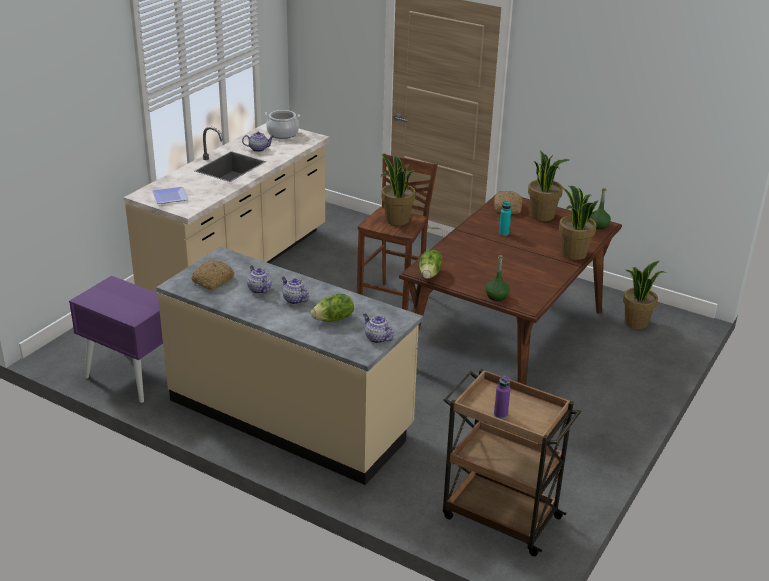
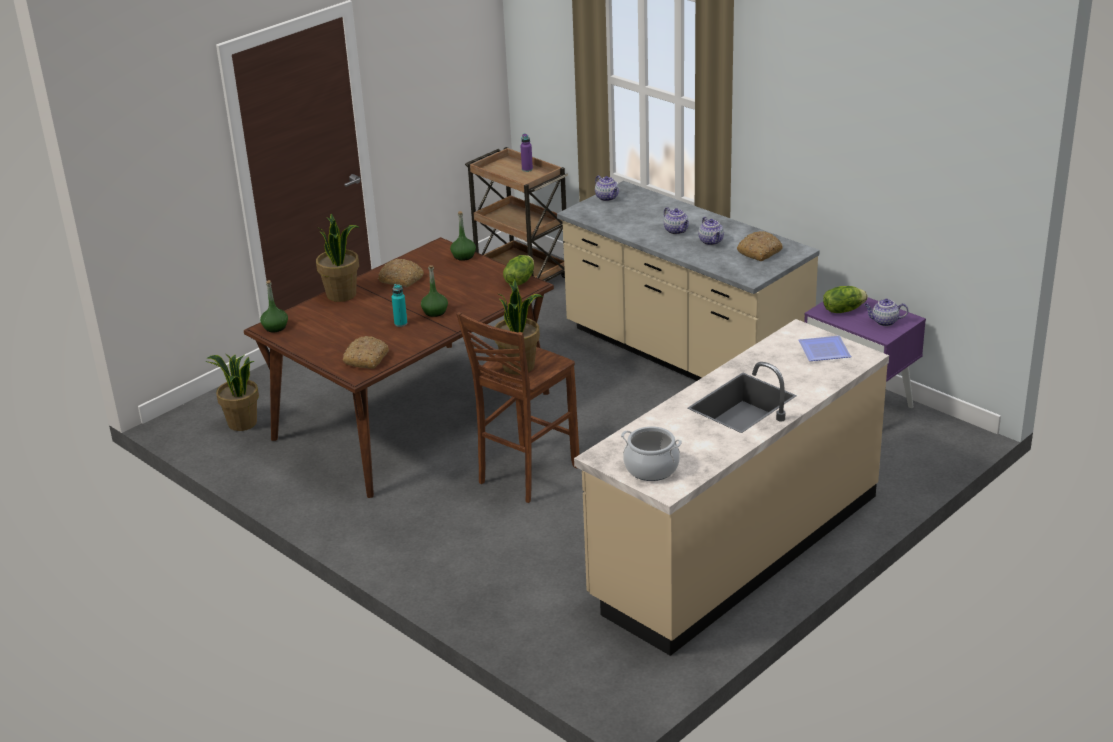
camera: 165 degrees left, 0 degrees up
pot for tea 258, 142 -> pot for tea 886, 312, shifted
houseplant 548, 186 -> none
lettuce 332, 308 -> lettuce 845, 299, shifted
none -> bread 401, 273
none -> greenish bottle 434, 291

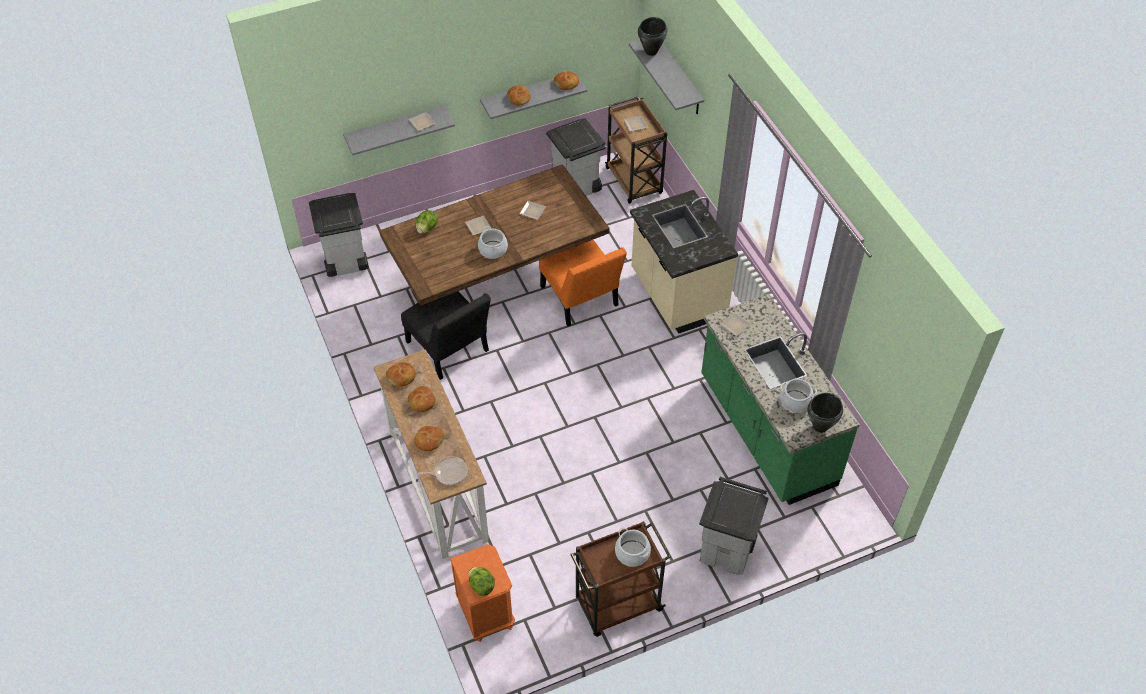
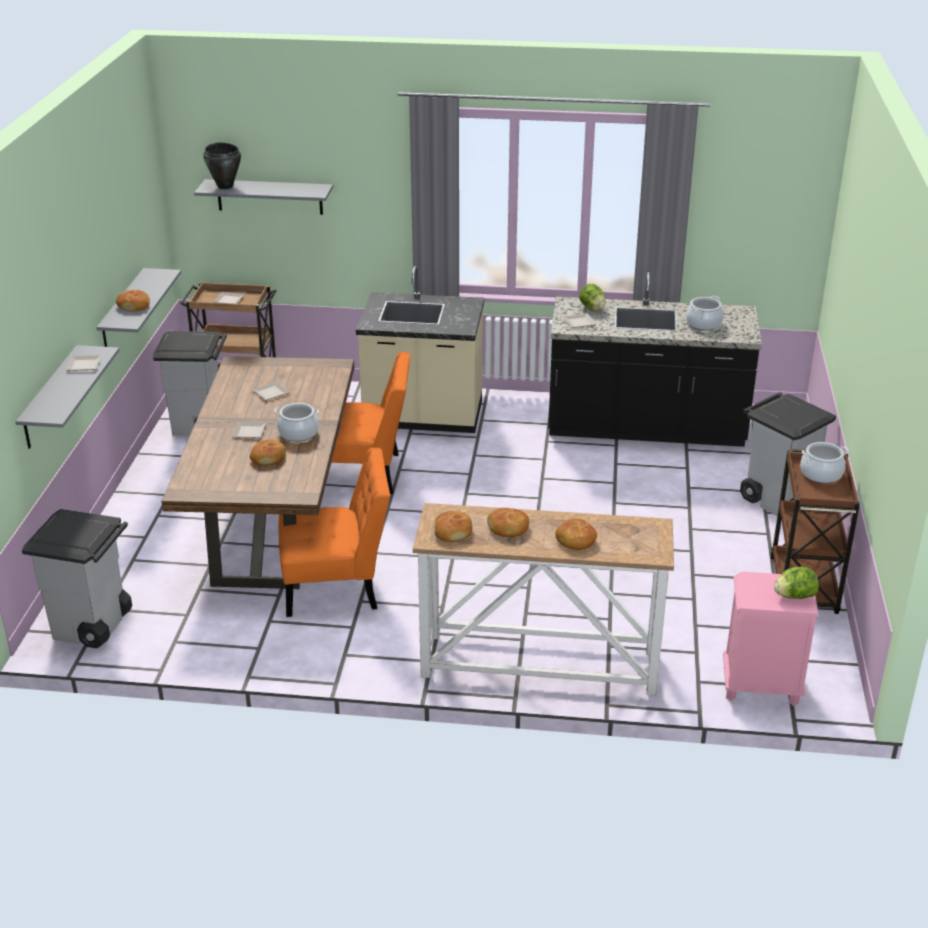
camera: 60 degrees left, 20 degrees down
bread 566, 81 -> bread 268, 452, shifted
lettuce 427, 222 -> lettuce 592, 297, shifted
blackish upright chair 446, 336 -> orange upright chair 334, 532
greenish kitchen base unit 780, 399 -> blackish kitchen base unit 655, 359
blackish cooking pot 825, 413 -> none
frying pan 442, 470 -> none
orange night table 482, 593 -> pink night table 771, 639

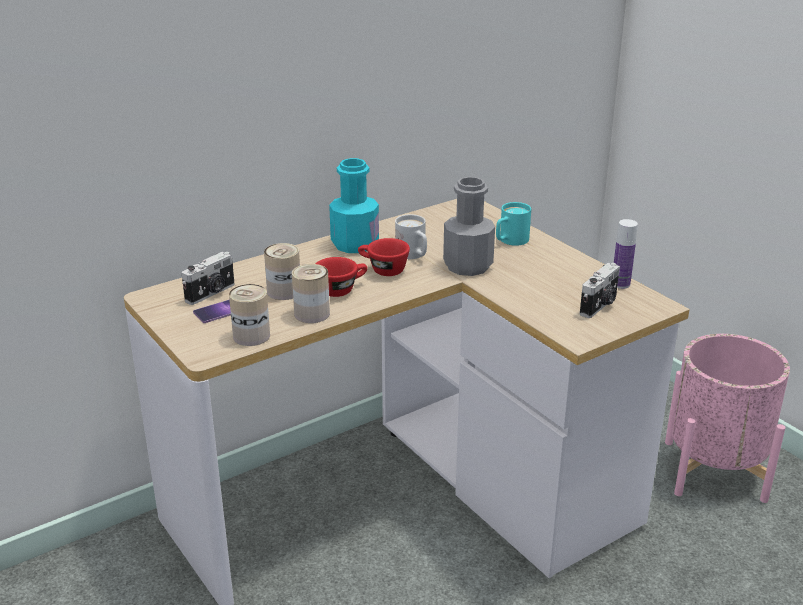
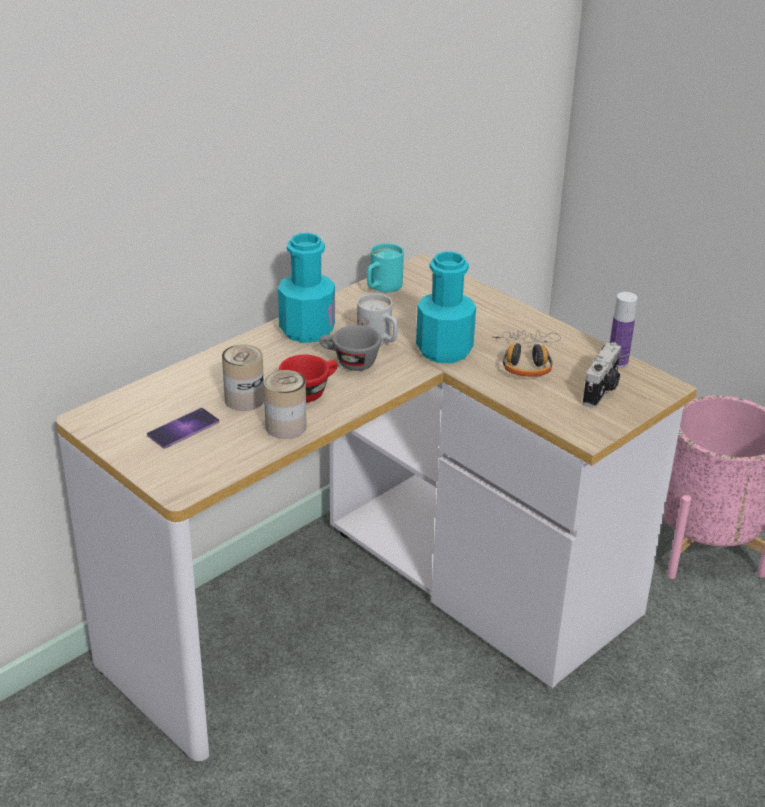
camera: 10 degrees left, 5 degrees up
greyish bottle 469, 226 -> turquoise-coloured bottle 446, 307
turquoise-coloured tea mug 513, 224 -> turquoise-coloured tea mug 385, 268, shifted
red small cup 384, 257 -> greyish small cup 350, 348
still camera 207, 278 -> none
sealed can 249, 315 -> none
none -> headset 526, 353

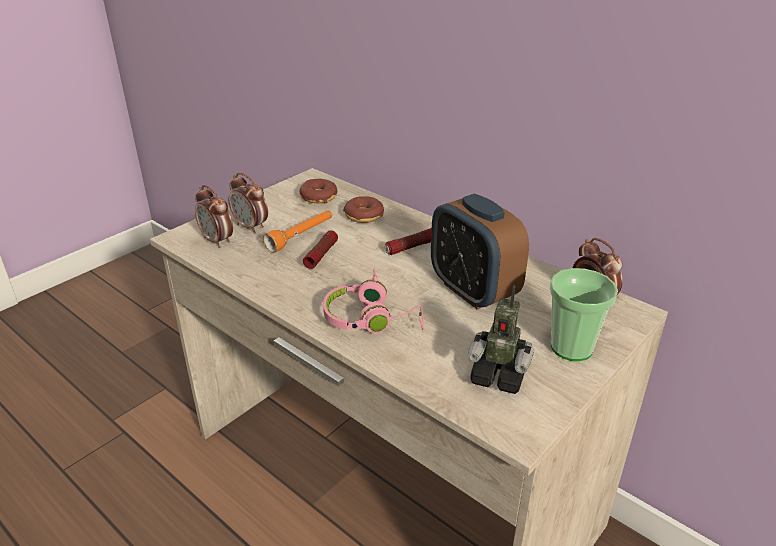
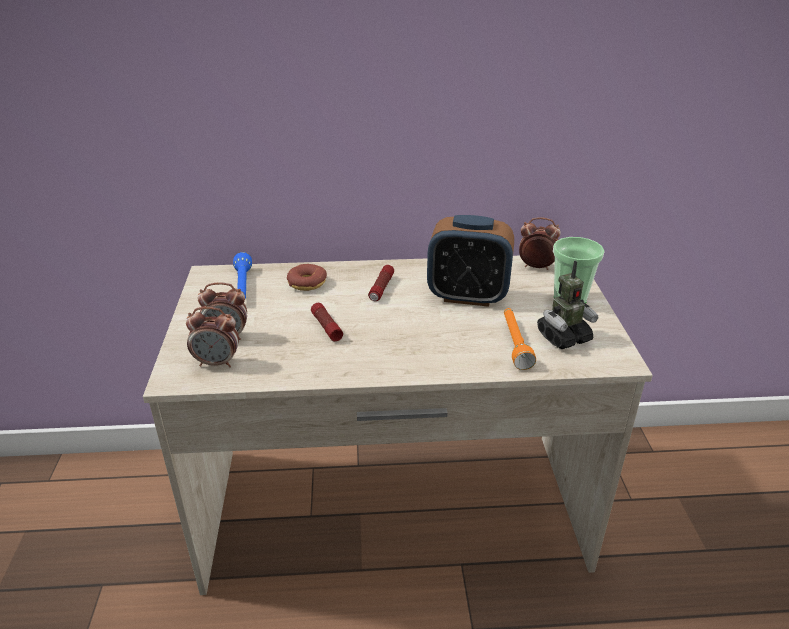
camera: 45 degrees left, 0 degrees up
doughnut 318, 191 -> bluish hand torch 242, 275
orange hand torch 297, 232 -> orange hand torch 520, 339, shifted
pink headset 373, 300 -> none

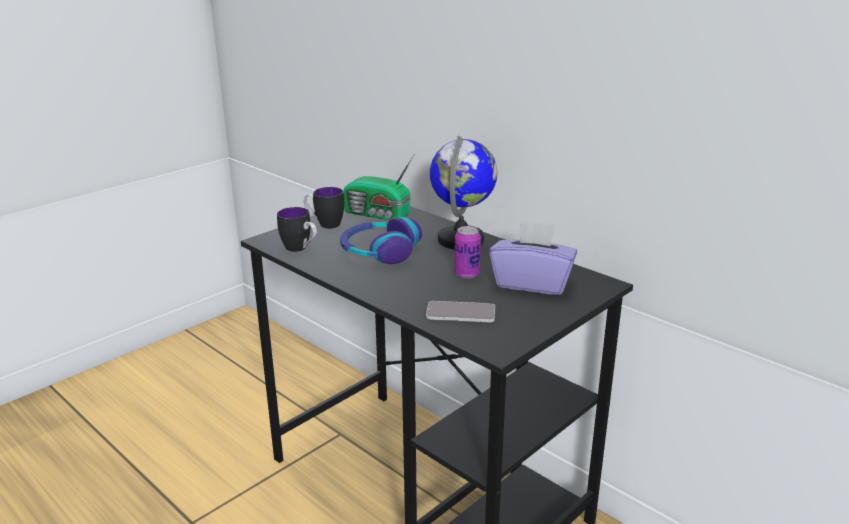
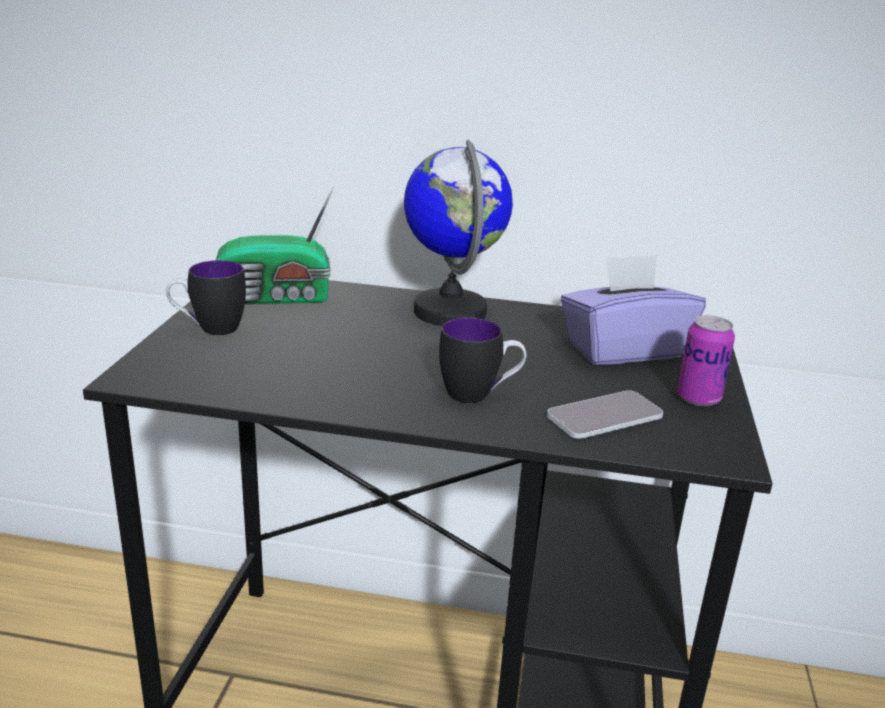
camera: 35 degrees left, 0 degrees up
tea mug 297, 229 -> tea mug 482, 360, shifted
headset 381, 240 -> none
sealed can 467, 252 -> sealed can 706, 361, shifted

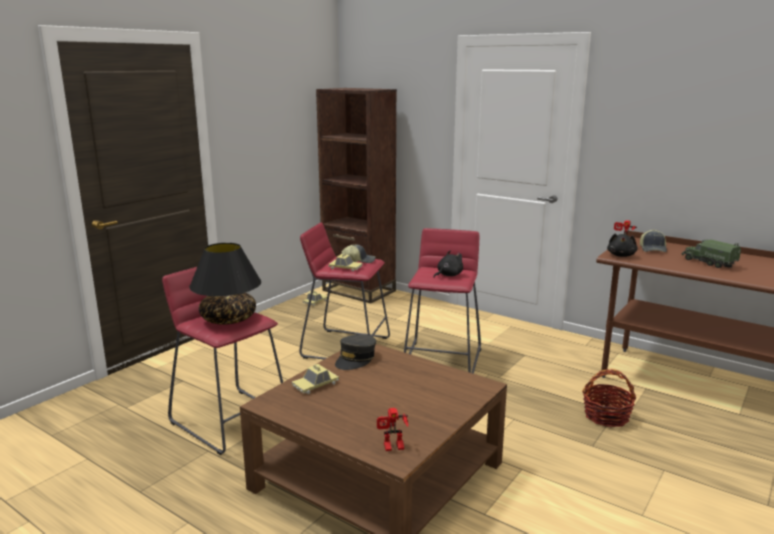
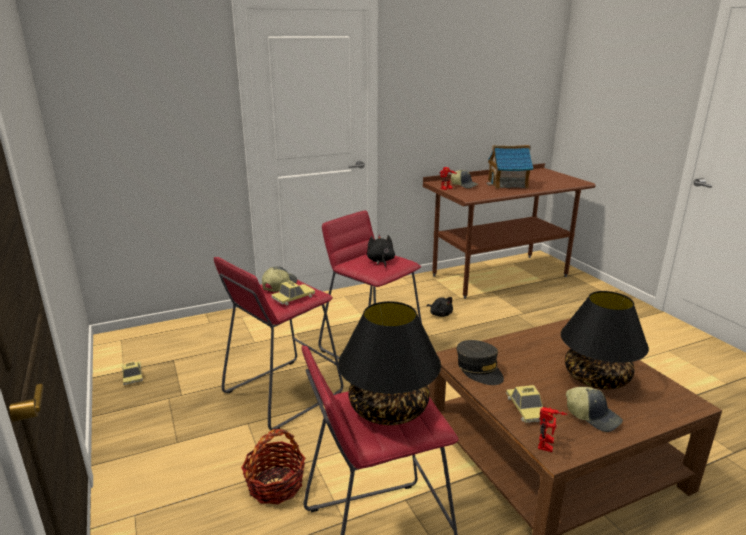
camera: 60 degrees left, 5 degrees up
brown-coloured bookshelf 356, 195 -> none
blackish plush toy 622, 245 -> blackish plush toy 440, 307, shifted
toy truck 711, 253 -> miniature house 509, 167
basket 609, 398 -> basket 273, 466, shifted
model robot 392, 429 -> model robot 552, 429, shifted
none -> blackish table lamp 605, 340
none -> cap 594, 409

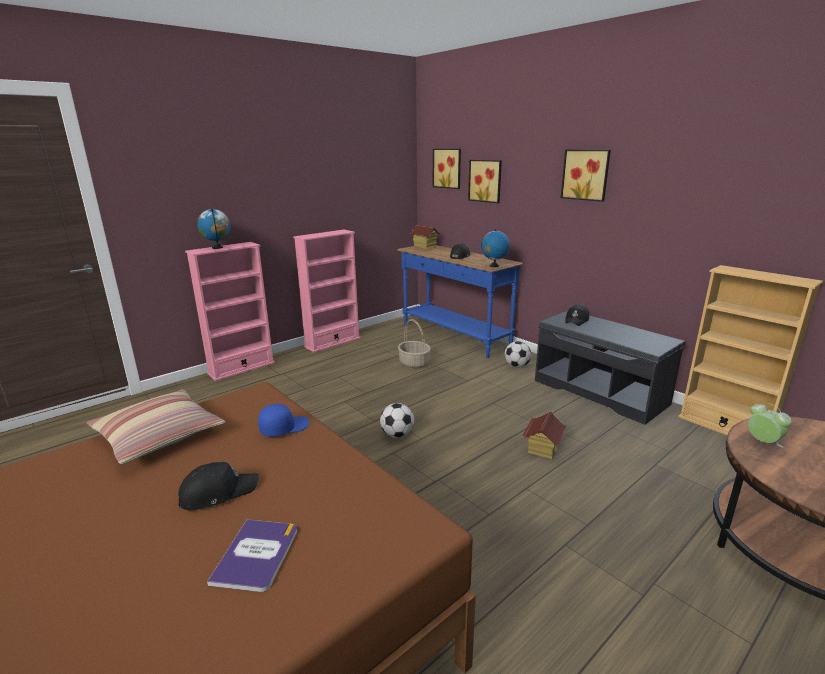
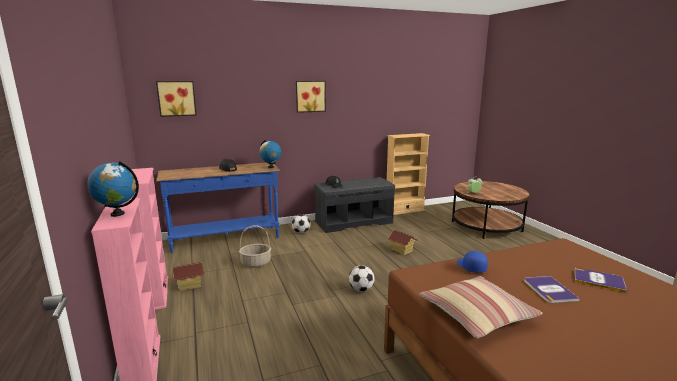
camera: 70 degrees left, 5 degrees down
wall art 485, 181 -> none
miniature house 425, 237 -> miniature house 188, 276, shifted
blackish cap 218, 486 -> bound book 552, 289

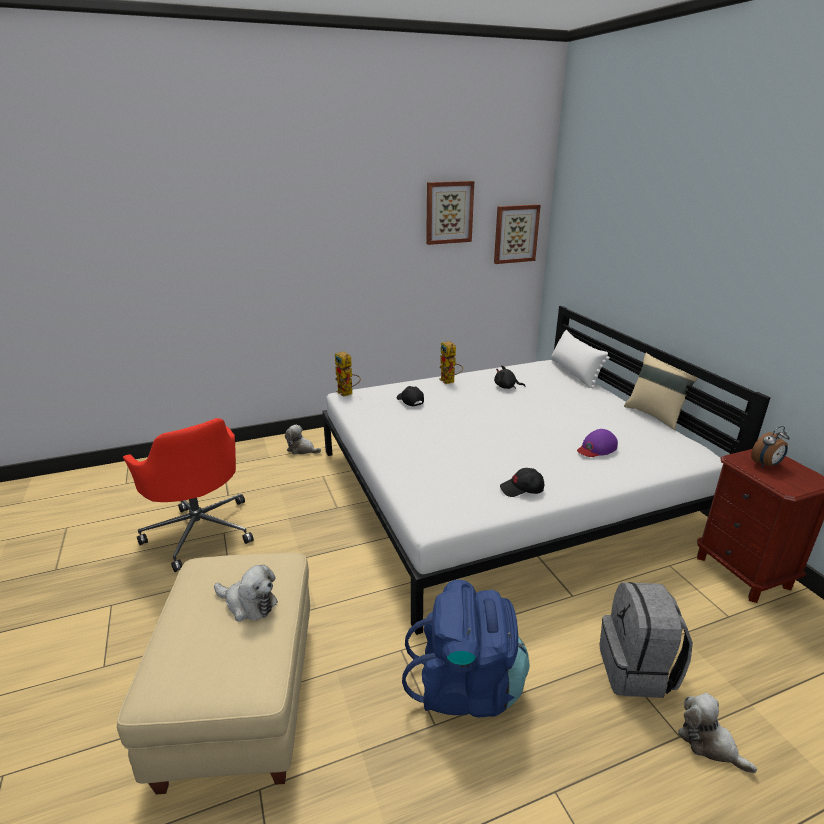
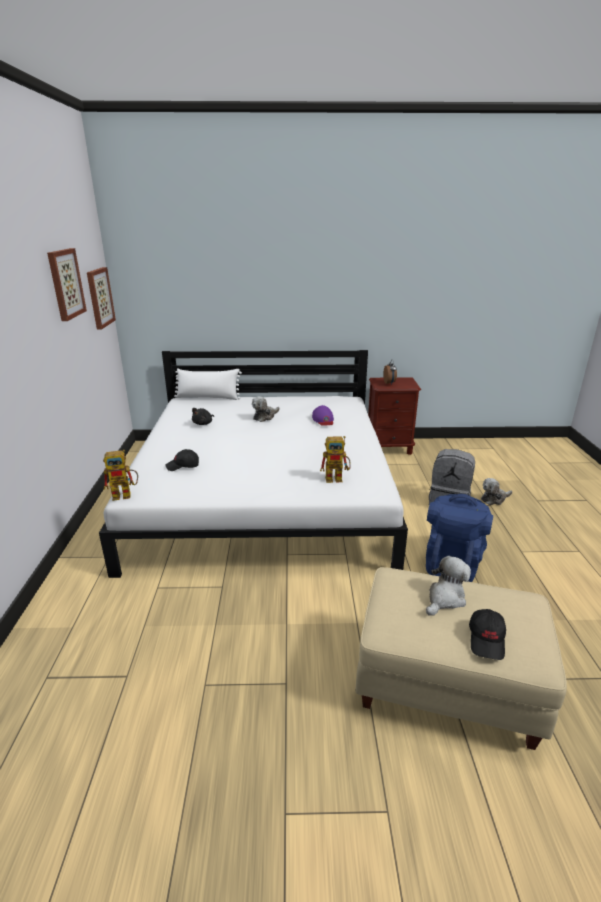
camera: 70 degrees left, 0 degrees up
model robot 451, 362 -> model robot 335, 459, shifted
beige cushion 661, 391 -> none
red office chair 188, 495 -> none
plush toy 303, 440 -> plush toy 266, 409, shifted
blackish cap 522, 482 -> blackish cap 487, 634, shifted

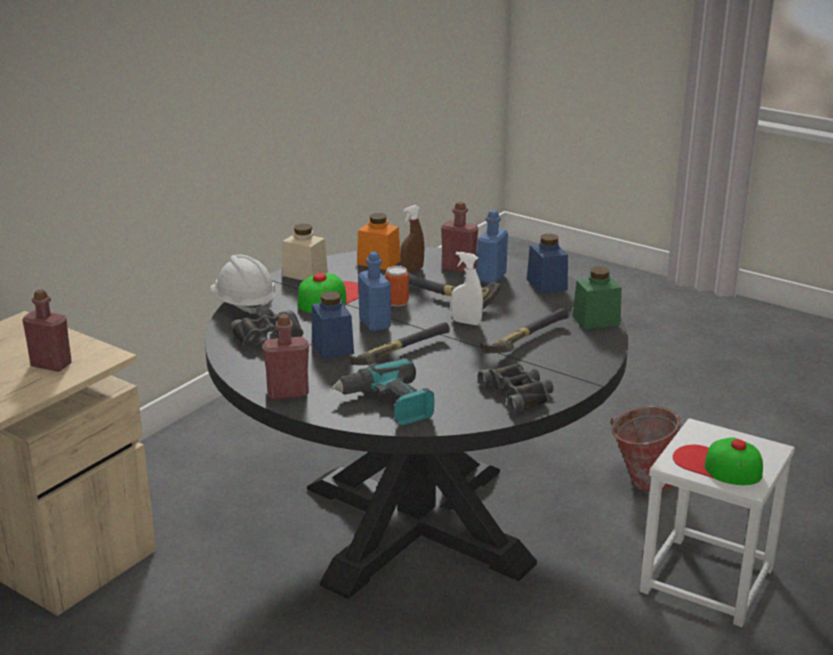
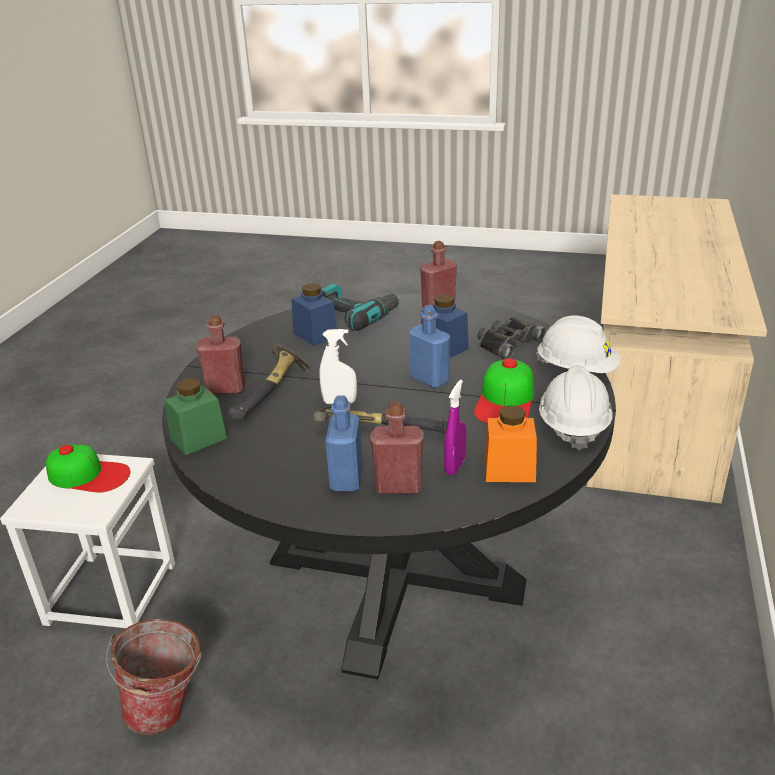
camera: 160 degrees right, 5 degrees up
brown-coloured sprayer 412, 239 -> purplish sprayer 455, 427
beige storage jar 305, 252 -> white safety helmet 576, 407
bluish storage jar 547, 264 -> bluish storage jar 314, 314, shifted
sealed can 397, 286 -> none
red bottle 47, 331 -> red bottle 220, 354, shifted
hammer 399, 343 -> none
blackish pair of binoculars 516, 388 -> none

